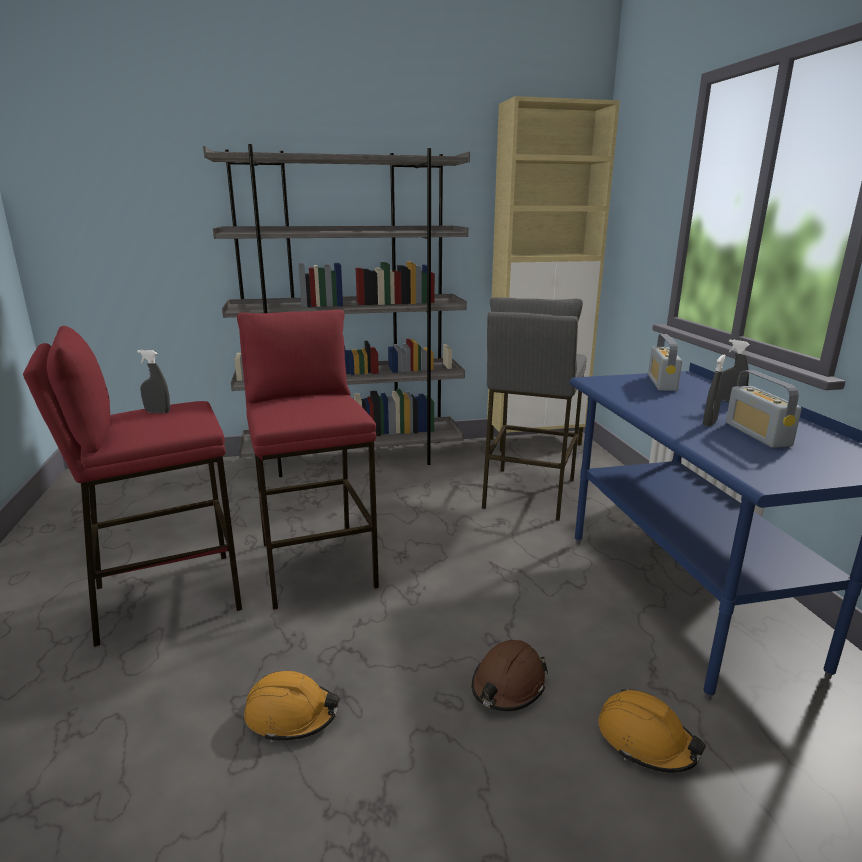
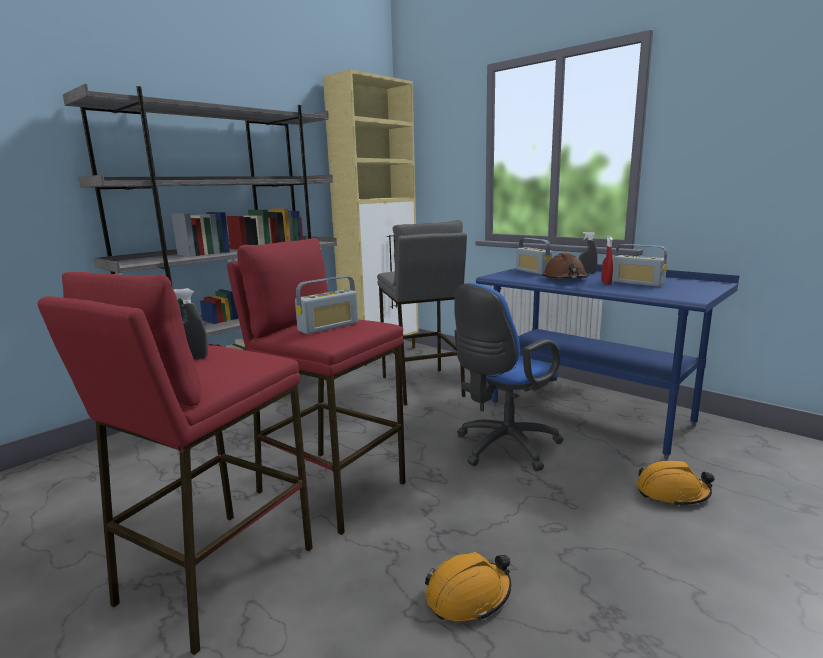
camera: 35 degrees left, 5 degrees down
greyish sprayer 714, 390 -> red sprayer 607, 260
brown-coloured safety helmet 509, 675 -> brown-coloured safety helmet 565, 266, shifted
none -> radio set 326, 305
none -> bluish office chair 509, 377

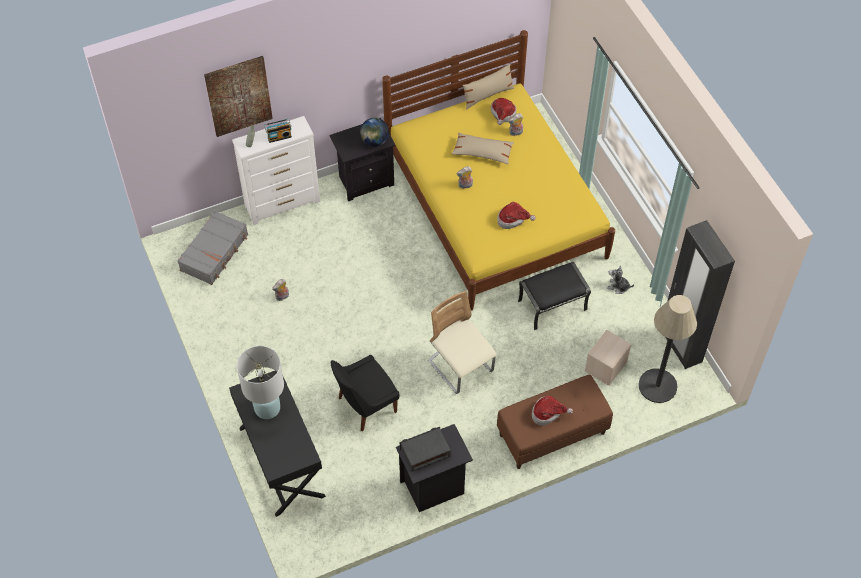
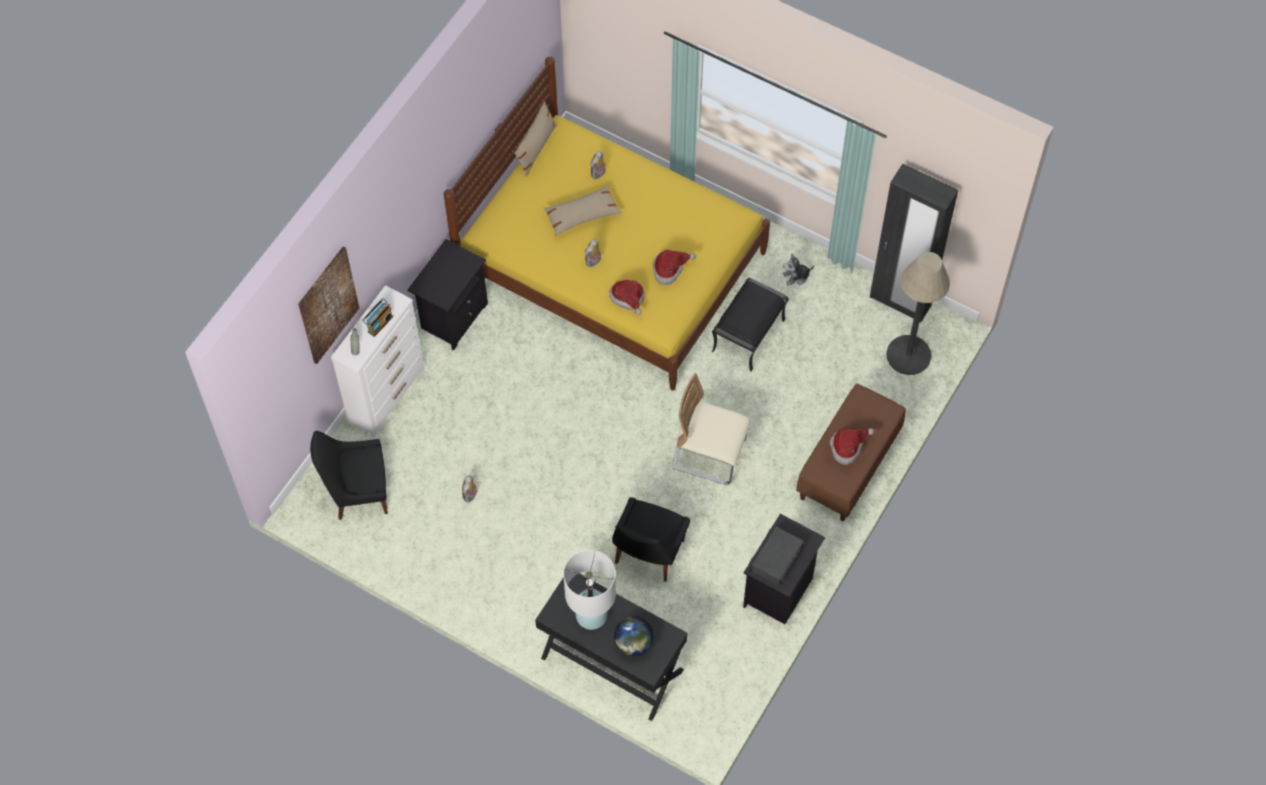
camera: 35 degrees left, 5 degrees up
clothing hat 504, 111 -> clothing hat 627, 297, shifted
desk globe 374, 132 -> desk globe 634, 636, shifted
greyish travel case 212, 248 -> blackish upright chair 349, 475
beige storage bin 608, 358 -> none

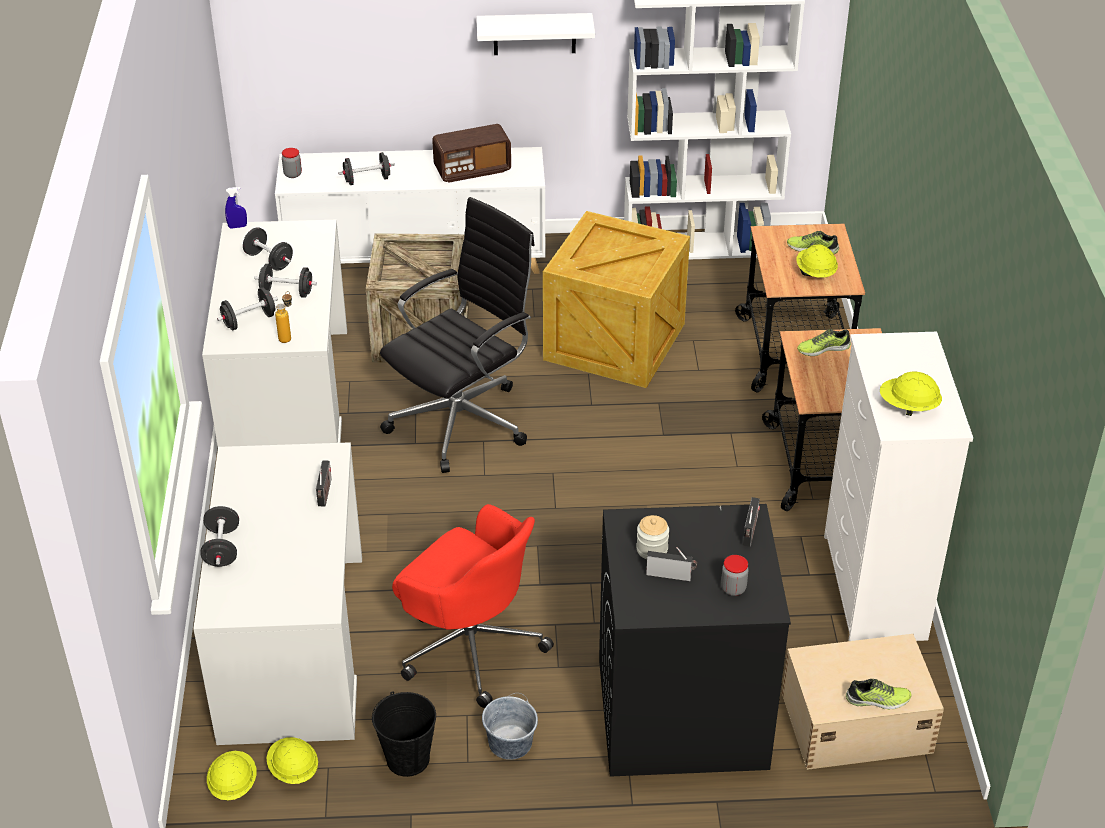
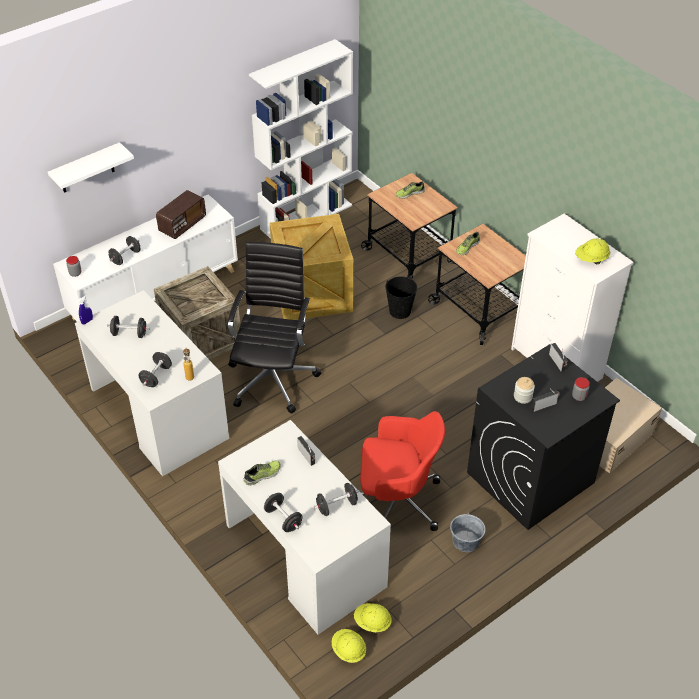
camera: 35 degrees left, 5 degrees up
white wall shelf 536, 34 -> white wall shelf 91, 167, shifted
yellowish safety helmet 817, 261 -> none
blackish free weight 285, 281 -> blackish free weight 337, 499, shifted
low shoe 879, 694 -> low shoe 261, 473, shifted
blackish water bucket 404, 734 -> blackish water bucket 401, 297, shifted

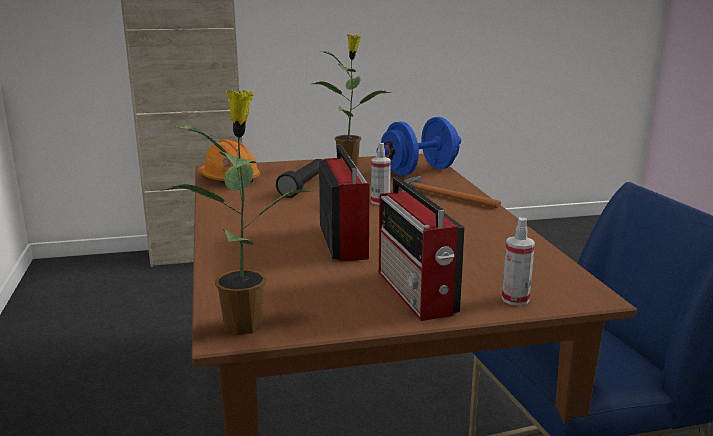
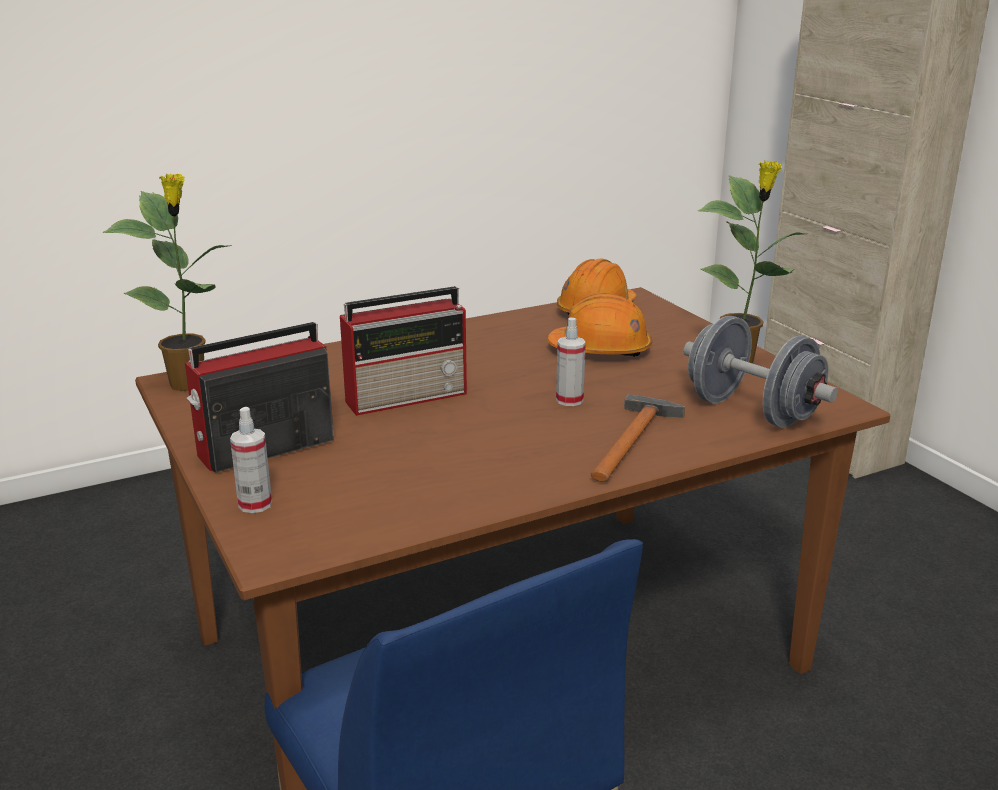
camera: 75 degrees right, 5 degrees up
bluish free weight 419, 146 -> greyish free weight 760, 372
blackish hand torch 299, 178 -> orange safety helmet 599, 325

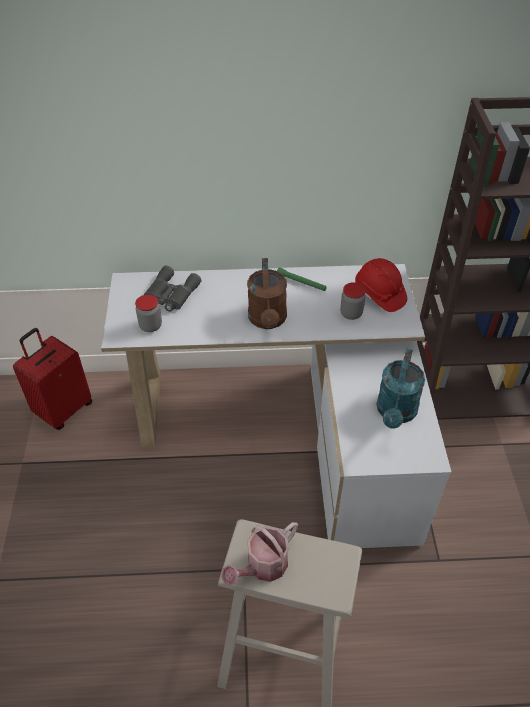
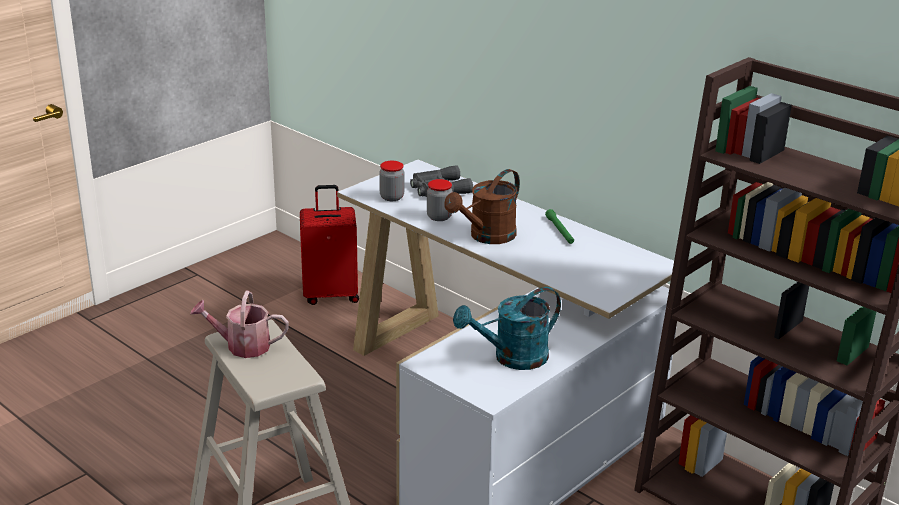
camera: 45 degrees right, 20 degrees down
red safety helmet 381, 285 -> none
storage jar 352, 301 -> storage jar 440, 200, shifted

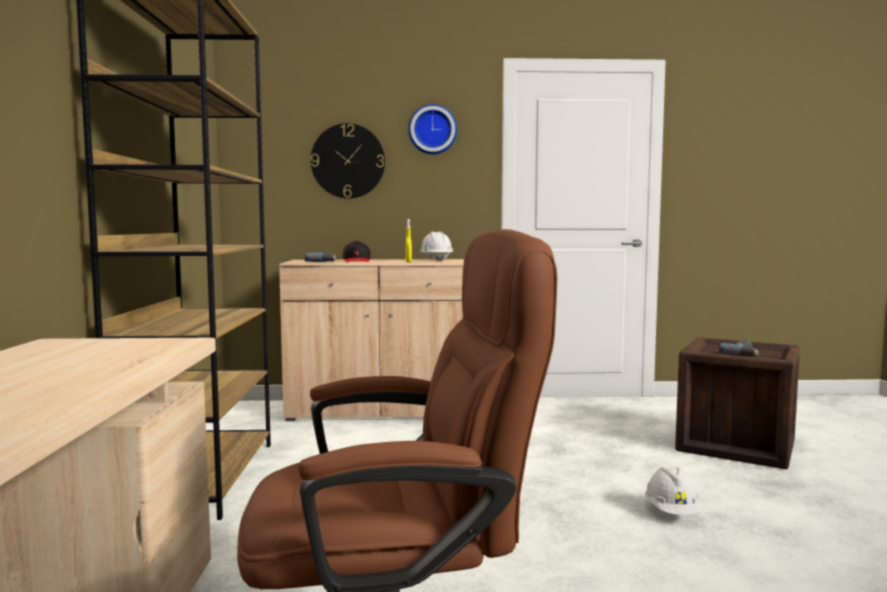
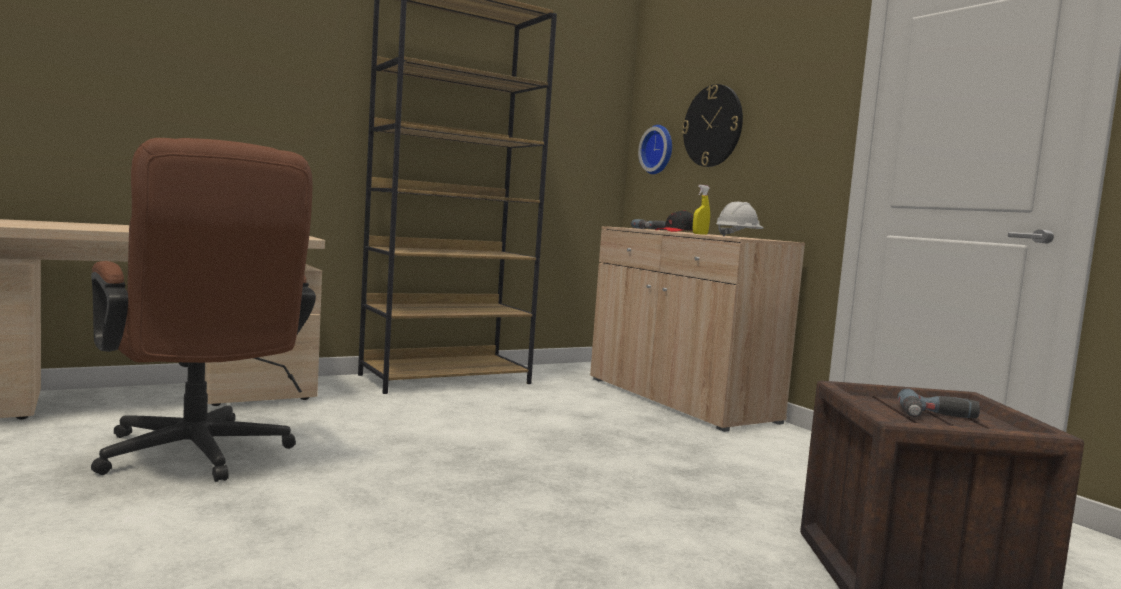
camera: 60 degrees right, 0 degrees up
clock on the wall 432, 129 -> clock on the wall 655, 149, shifted
white safety helmet 673, 491 -> none

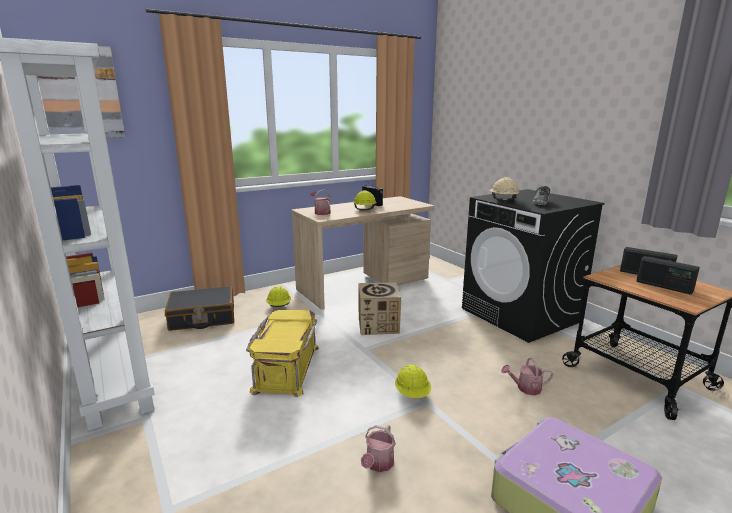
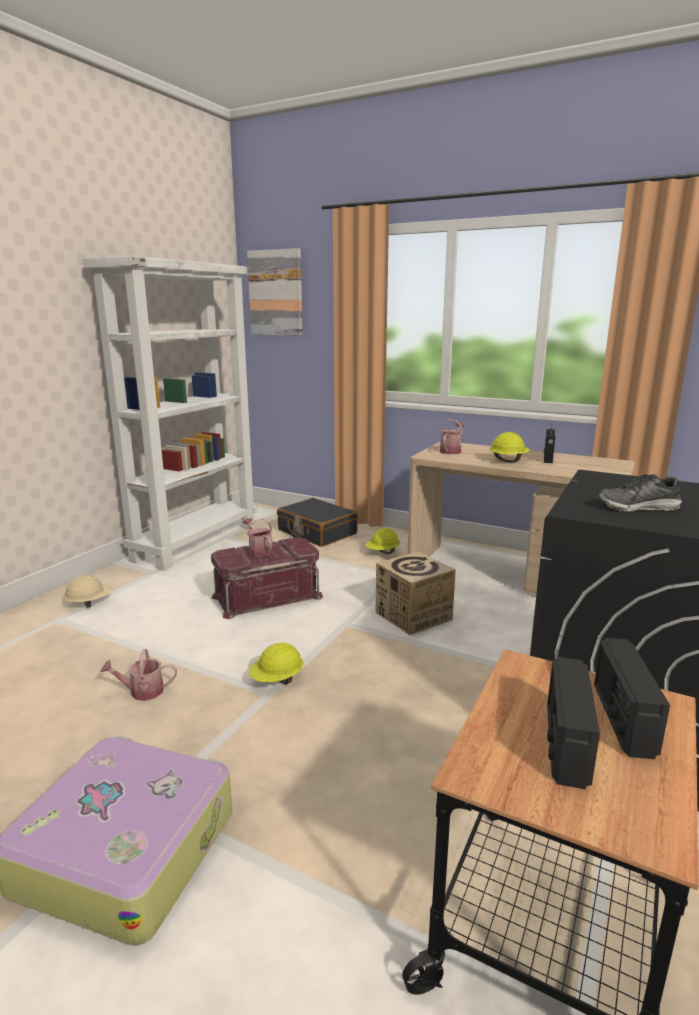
camera: 60 degrees right, 0 degrees up
beige safety helmet 505, 189 -> beige safety helmet 87, 592, shifted
yellowish storage bin 282, 353 -> red storage bin 267, 578
watering pot 527, 376 -> watering pot 258, 537, shifted

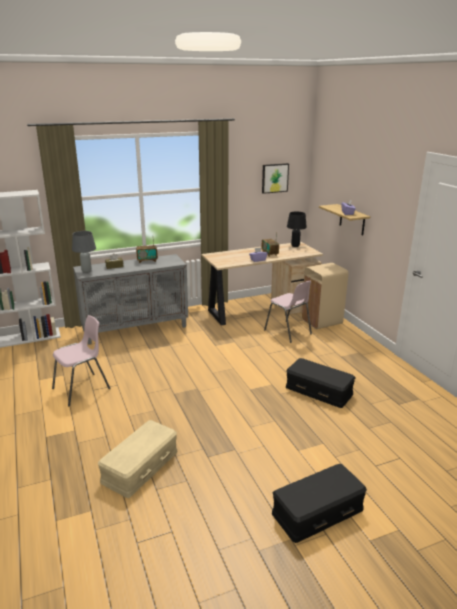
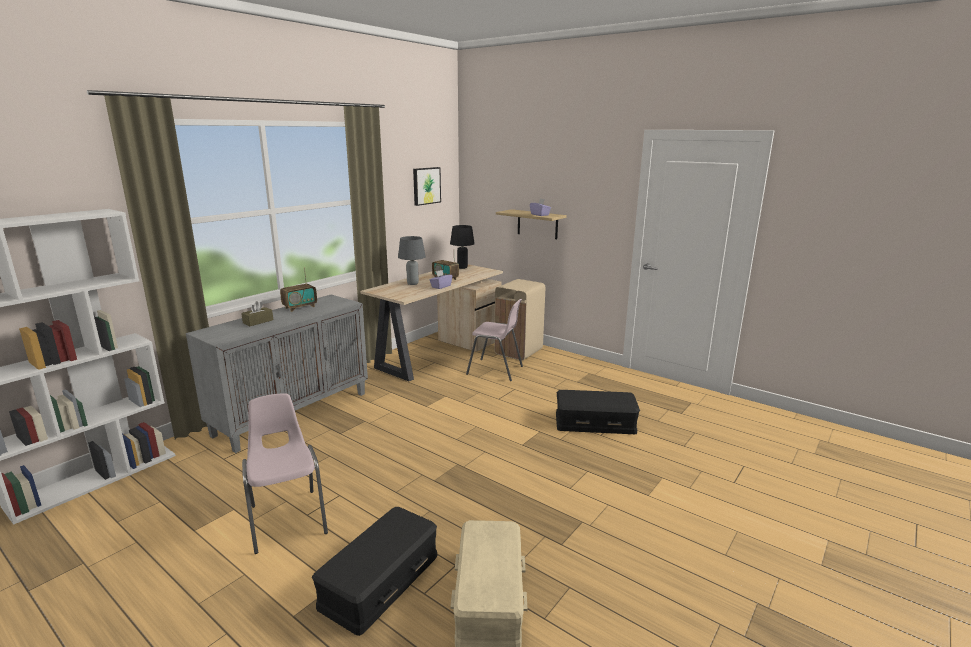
camera: 30 degrees left, 5 degrees down
greyish table lamp 84, 252 -> greyish table lamp 412, 260, shifted
pink upright chair 81, 360 -> pink upright chair 285, 474, 45 degrees counterclockwise
blackish storage bin 319, 503 -> blackish storage bin 374, 571, shifted

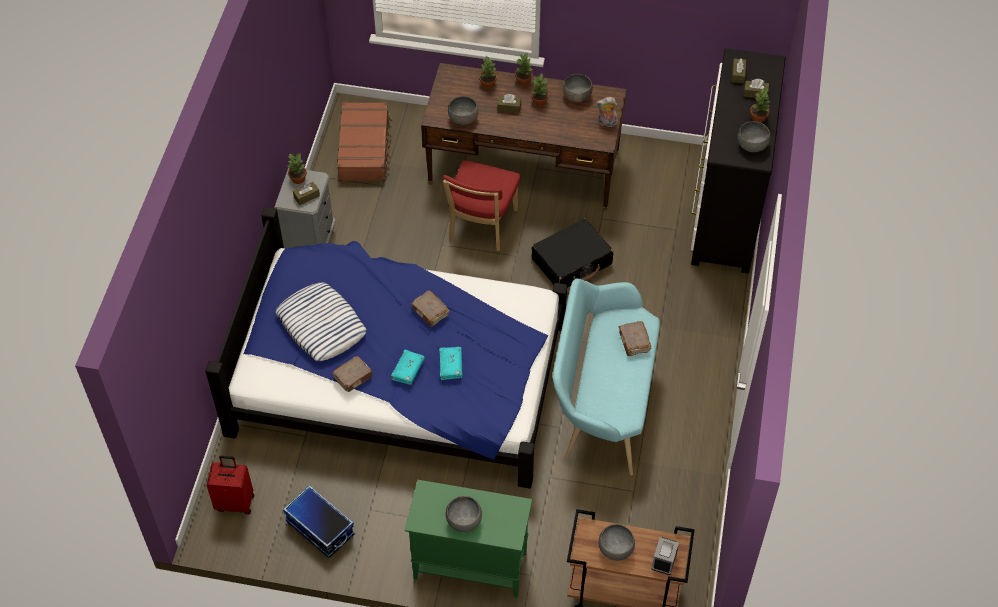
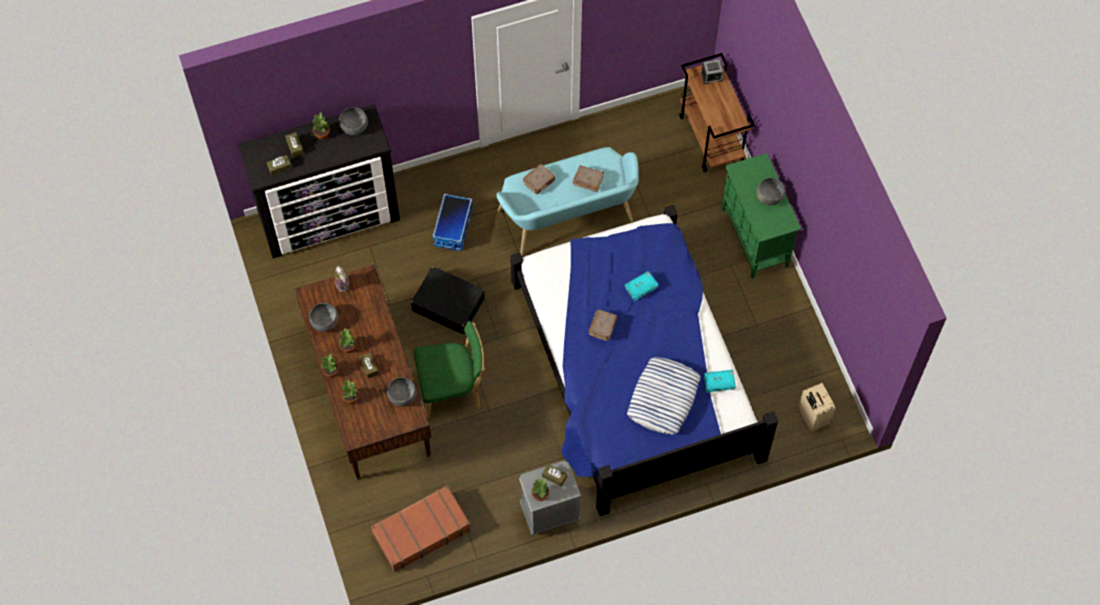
camera: 120 degrees left, 10 degrees up
red upright chair 482, 205 -> greenish upright chair 449, 370
turquoise-coloured bound book 408, 367 -> turquoise-coloured bound book 720, 381, shifted
brown-coloured bound book 353, 374 -> brown-coloured bound book 588, 178, shifted
red travel case 230, 485 -> beige travel case 817, 407
storage bin 319, 521 -> storage bin 452, 222, shifted
greyish bowl 616, 542 -> none

